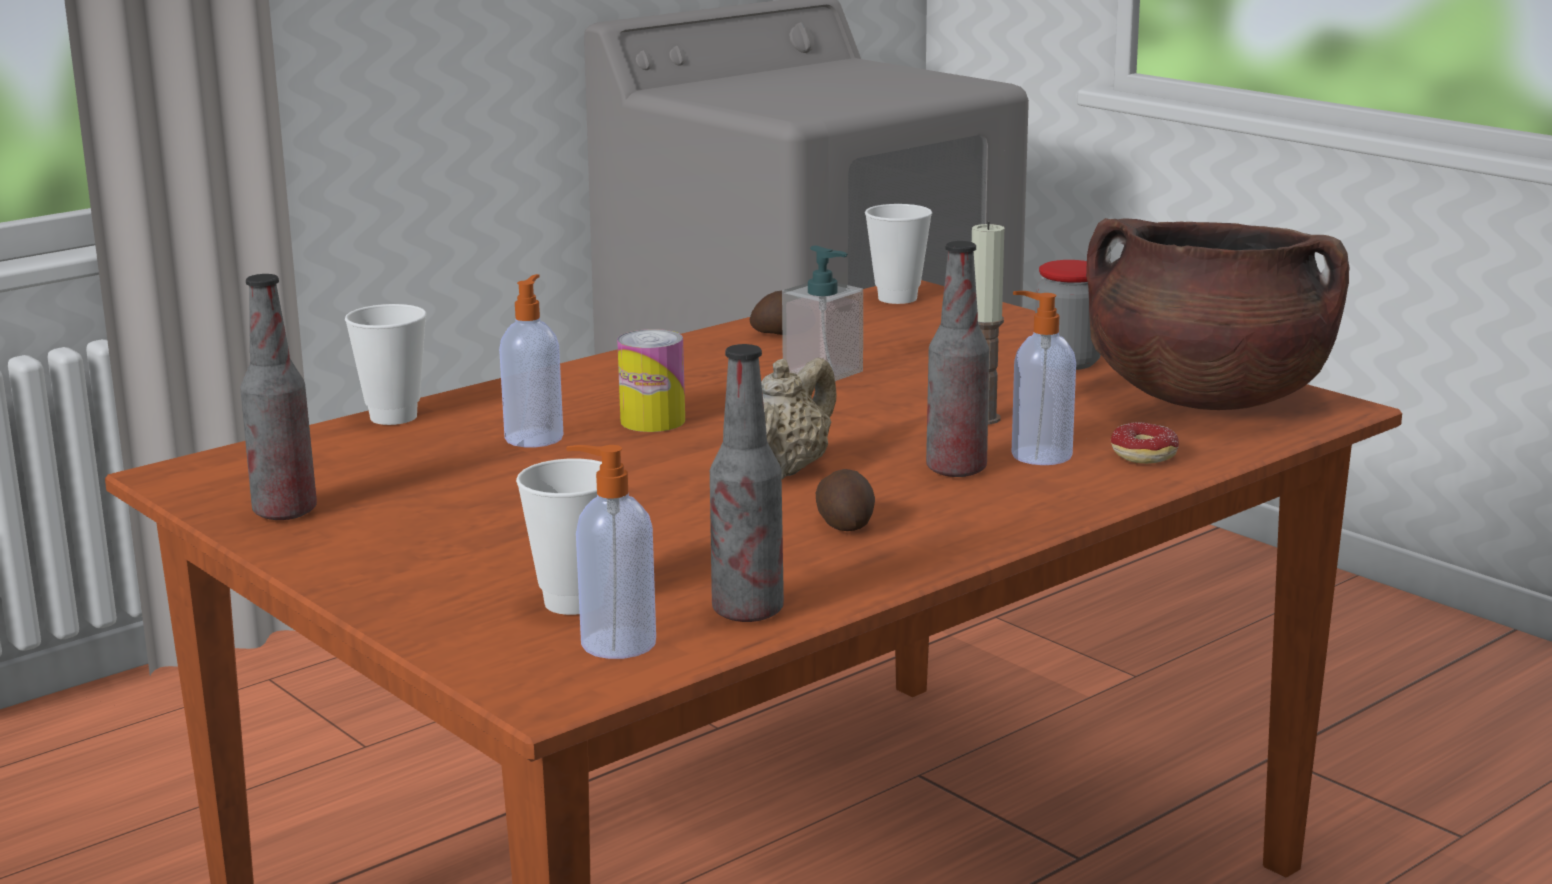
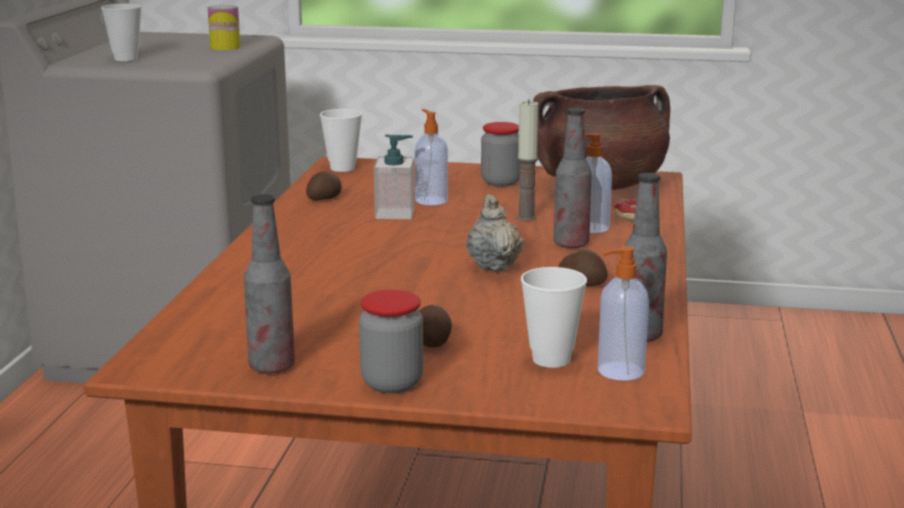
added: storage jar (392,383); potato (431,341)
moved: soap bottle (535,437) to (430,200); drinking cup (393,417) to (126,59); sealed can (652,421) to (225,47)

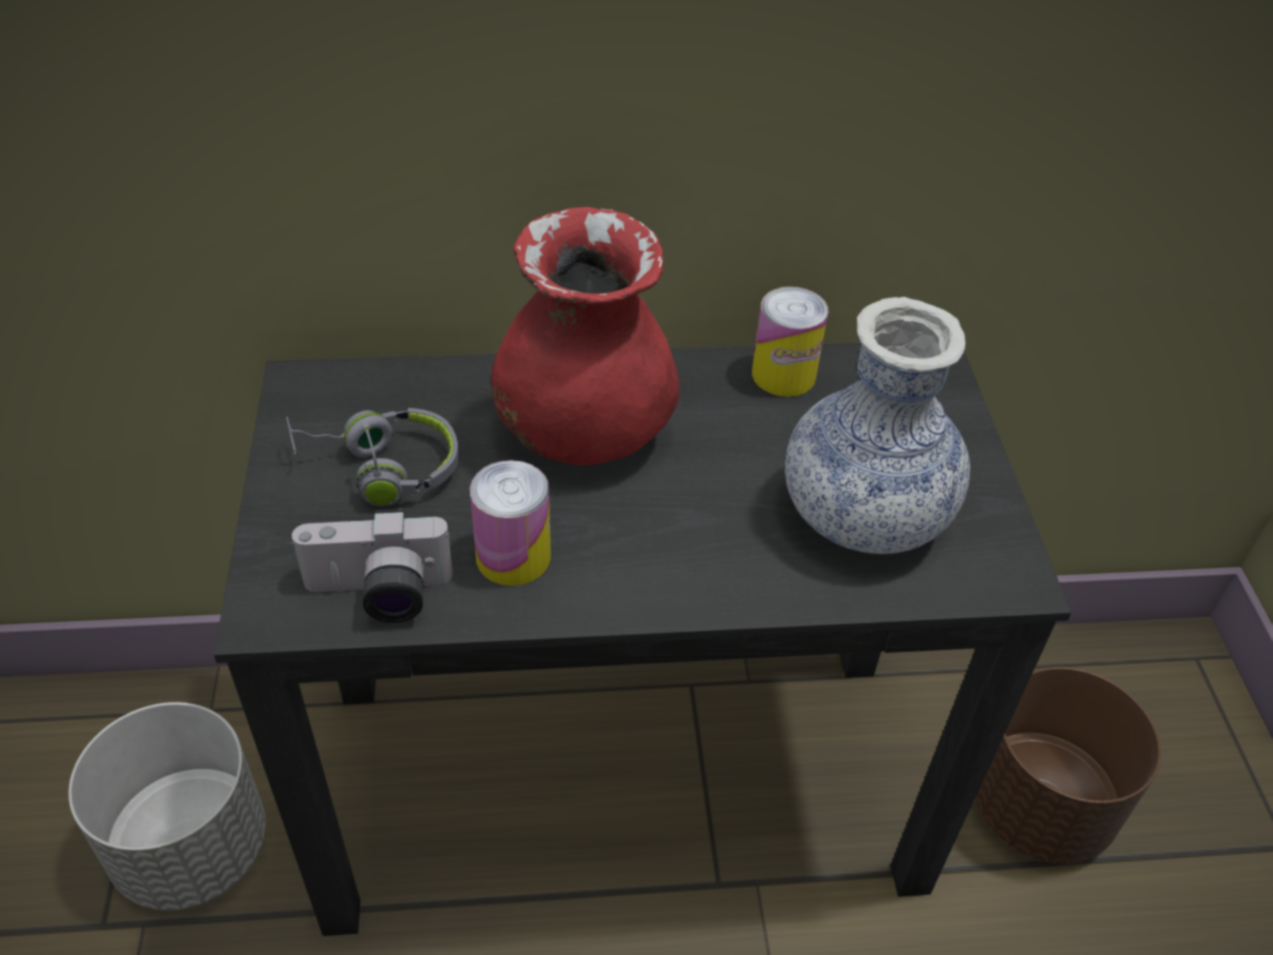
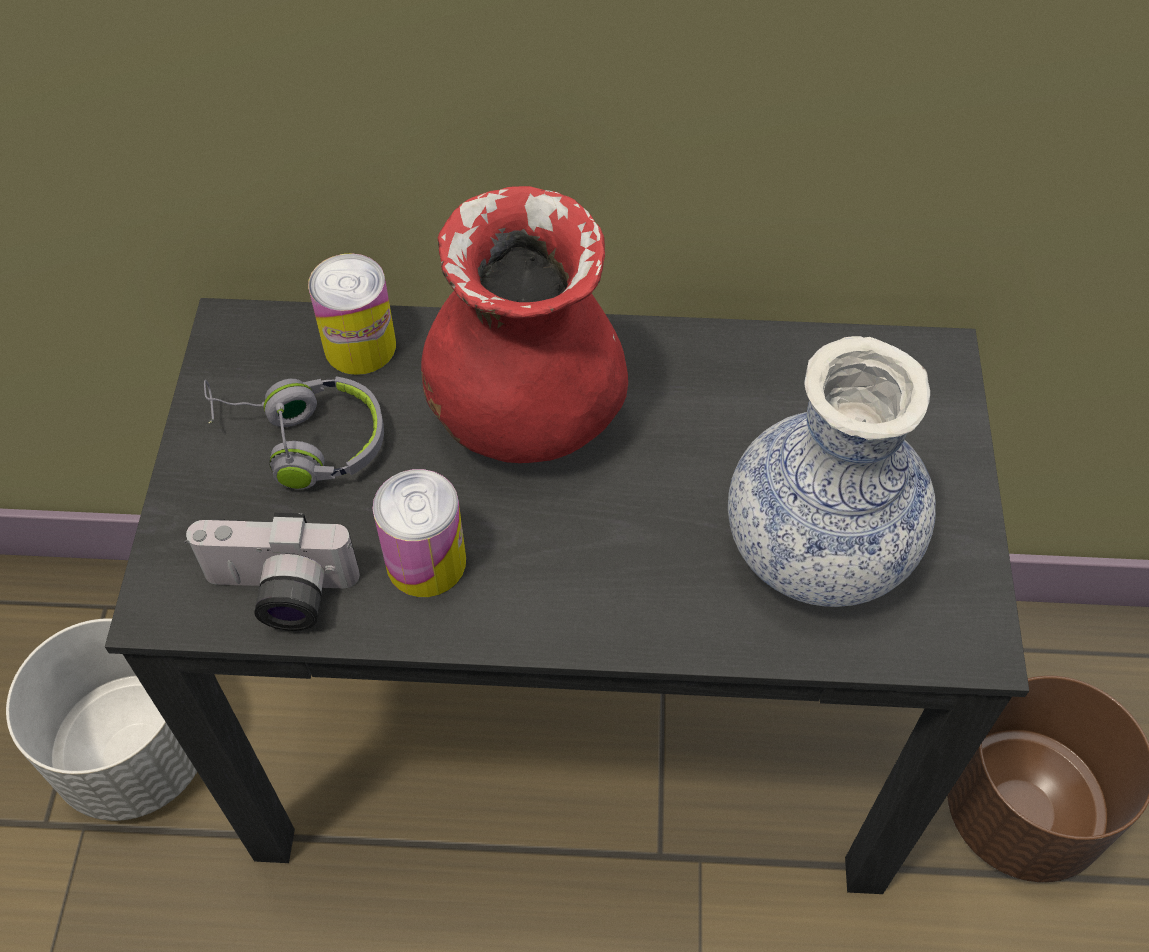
moved: sealed can (783,375) to (360,346)

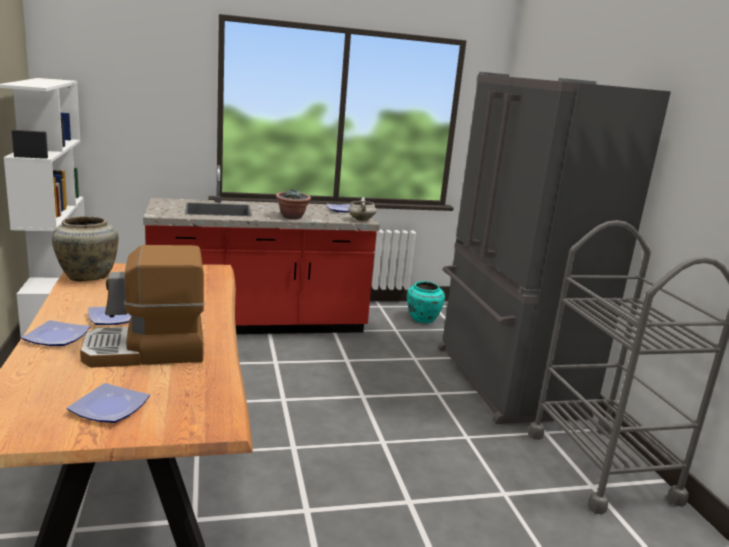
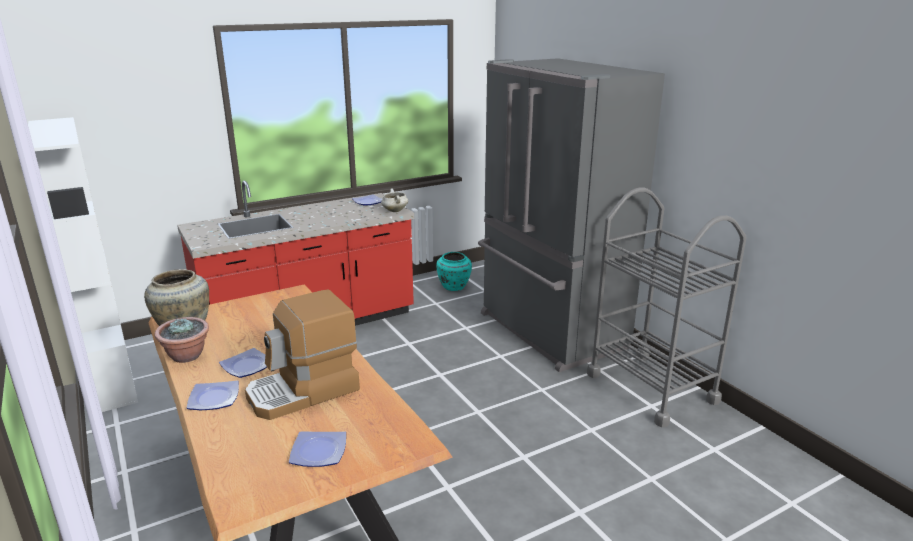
moved: potted plant (292,217) to (187,356)

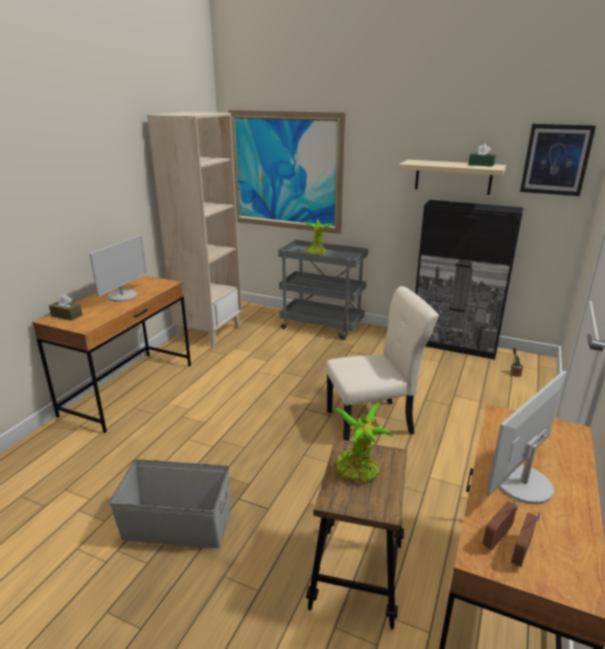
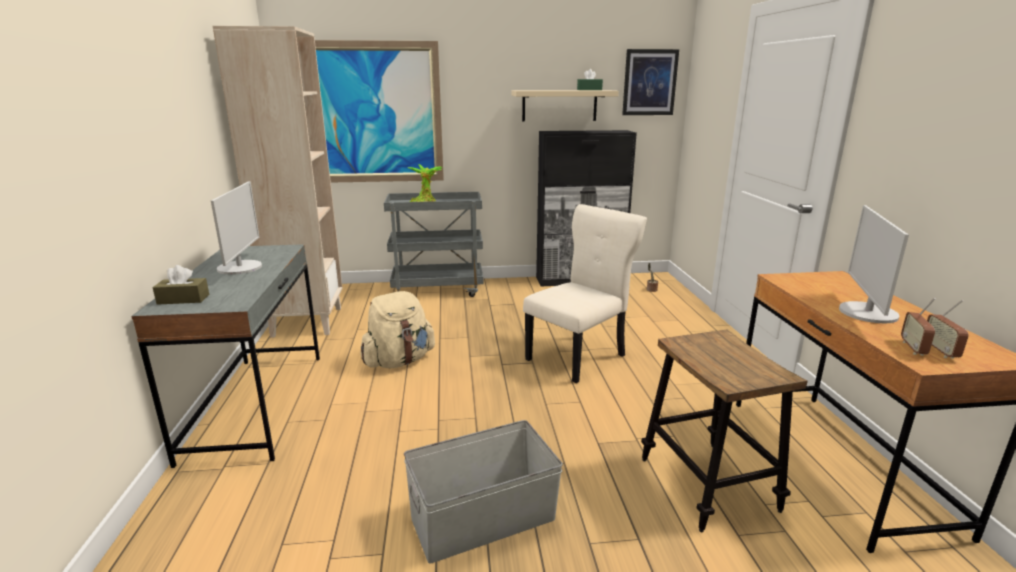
removed: potted plant (358,471)
added: beige backpack (399,361)
recoloured: brown desk unit (129,389) to grey desk unit (258,404)

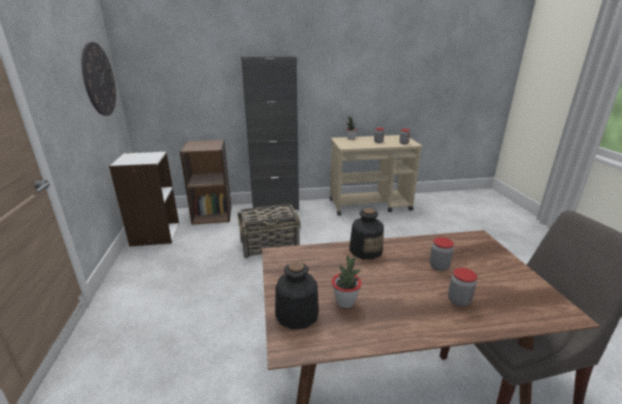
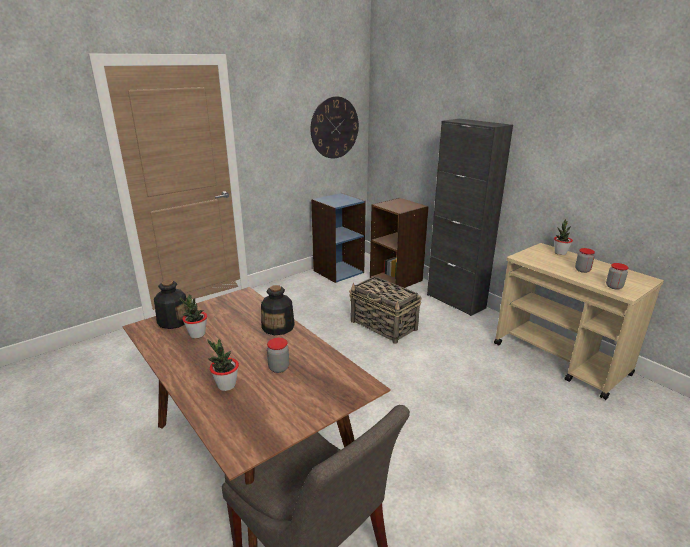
replaced: storage jar (459,300) to potted plant (226,385)
recoloured: white shelving unit (155,234) to blue-coloured shelving unit (338,271)

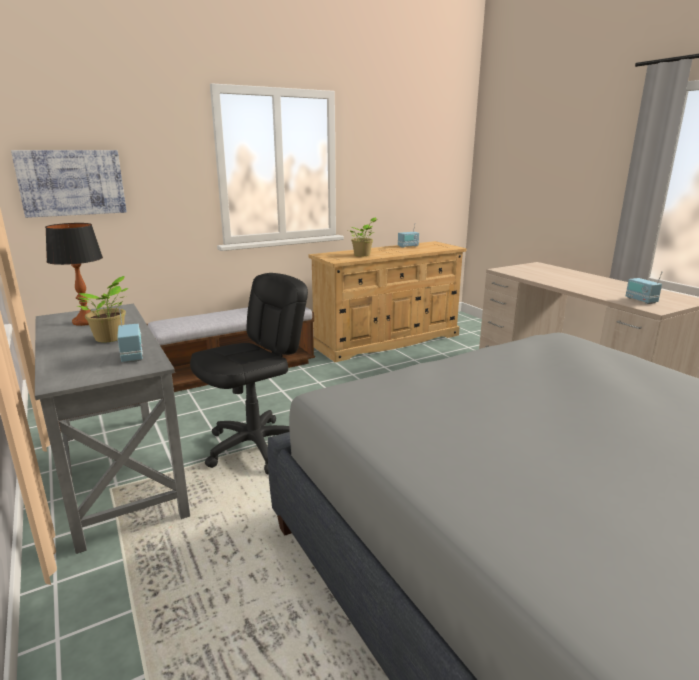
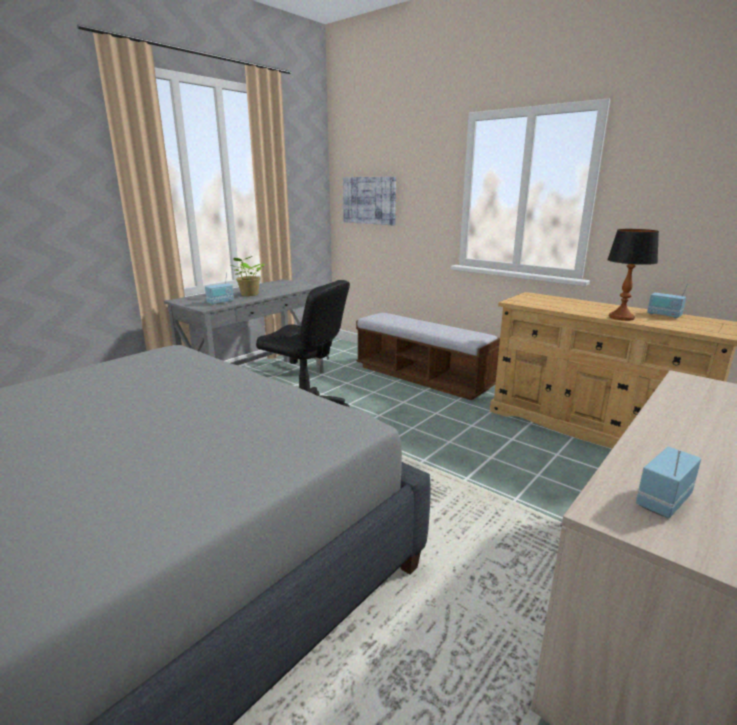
removed: potted plant (363,255)
moved: table lamp (87,321) to (621,317)

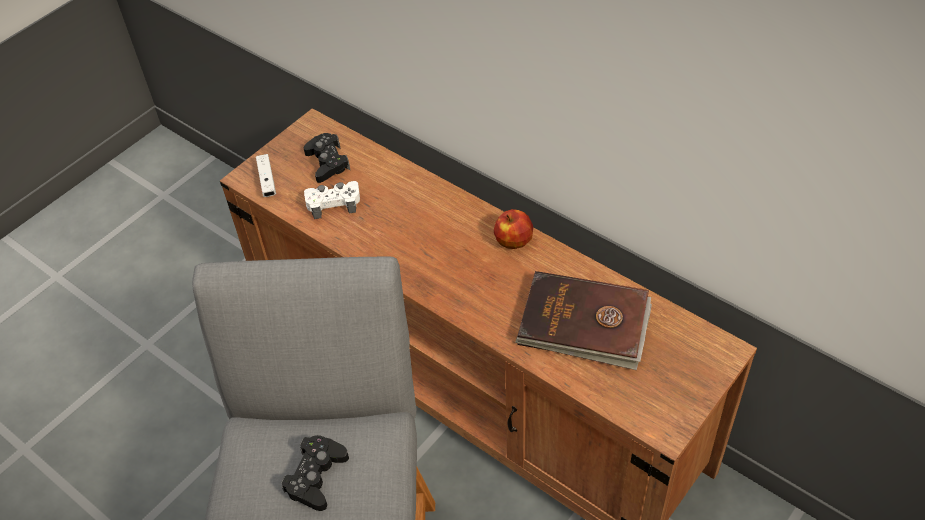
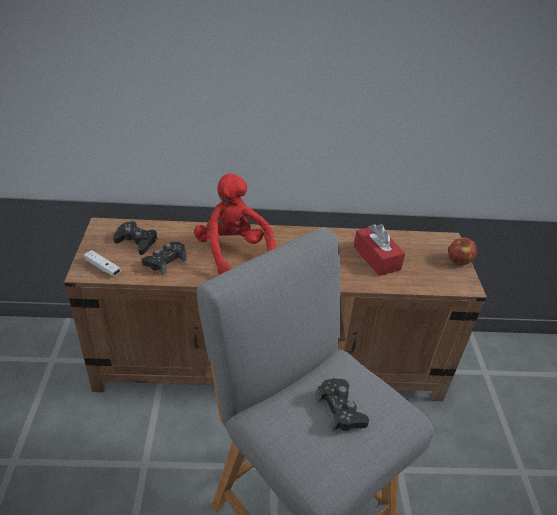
added: red-coloured cuddly toy (233,251)
moved: apple (514,241) to (459,261)
replaced: brown book (584,324) to red-coloured tissue holder (376,258)
recoloured: white game controller (333,203) to black game controller (165,261)

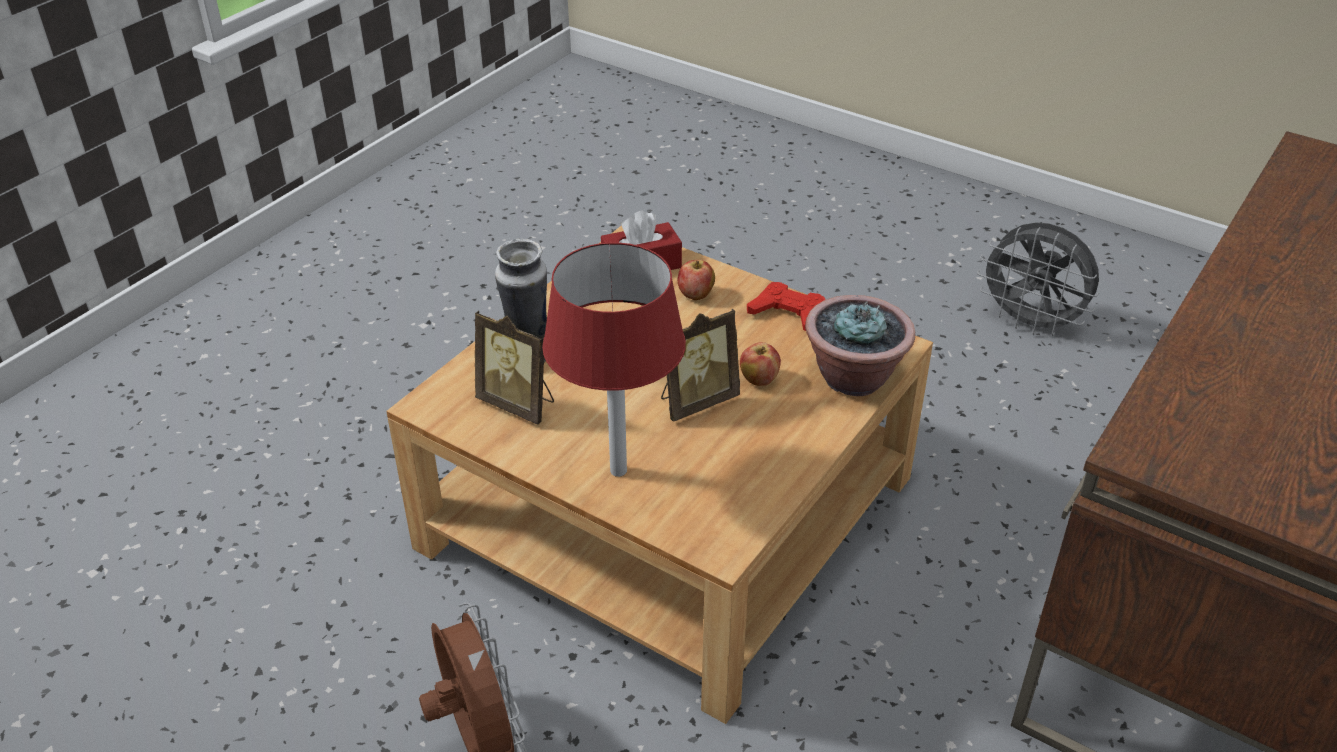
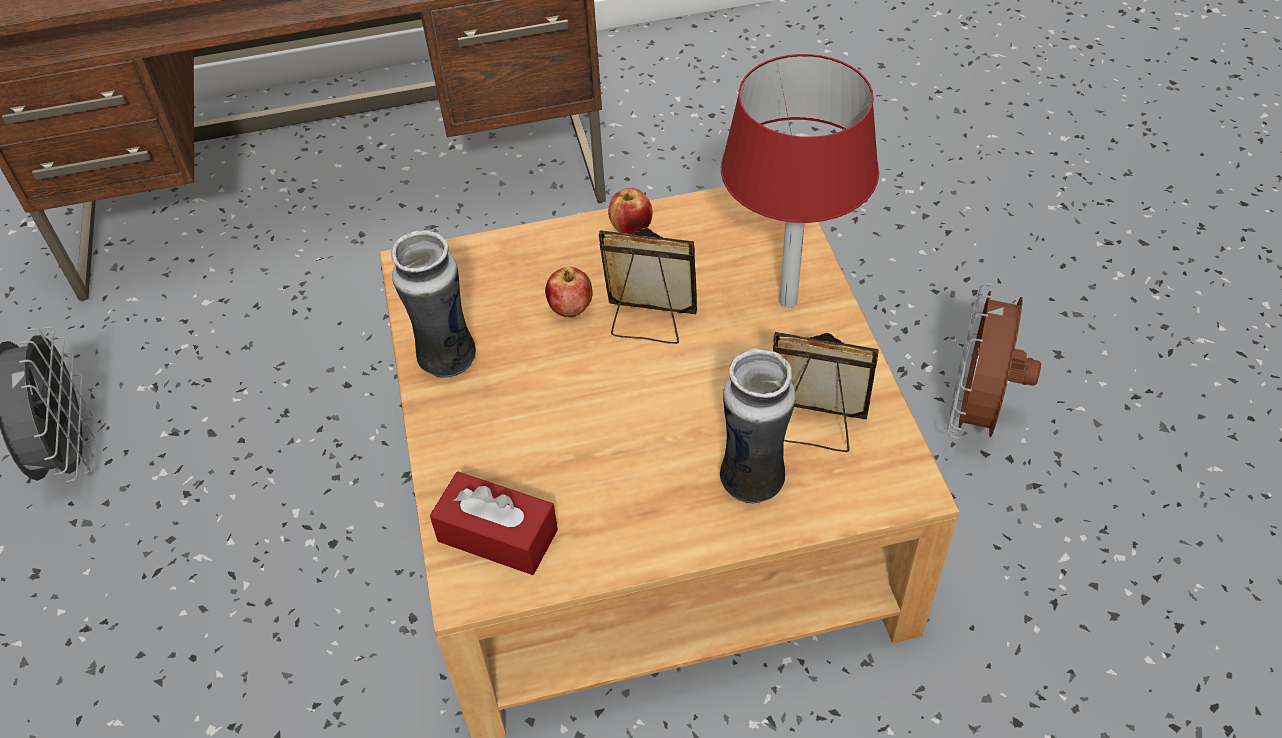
removed: potted plant (854,378)
moved: apple (695,295) to (631,229)
replaced: red-coloured game controller (788,313) to vase (446,361)
turned: standing frame (518,404) = (815,427) 60 degrees counterclockwise

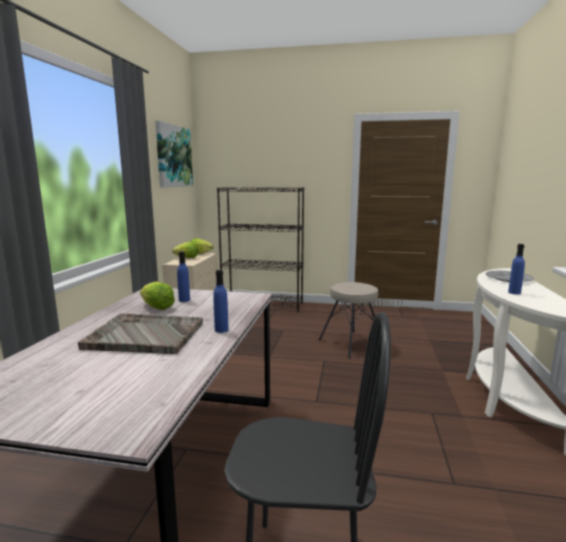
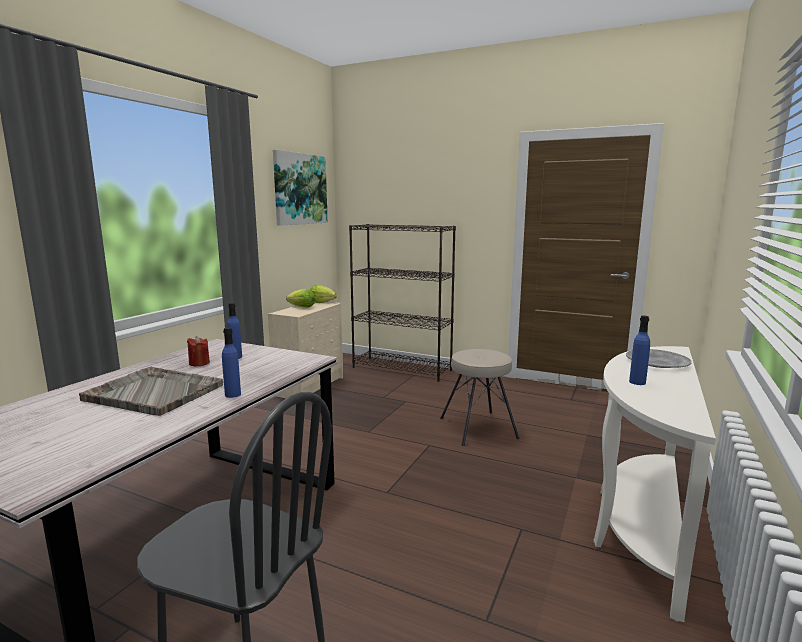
replaced: lettuce (156,307) to red-coloured wax light (199,363)

